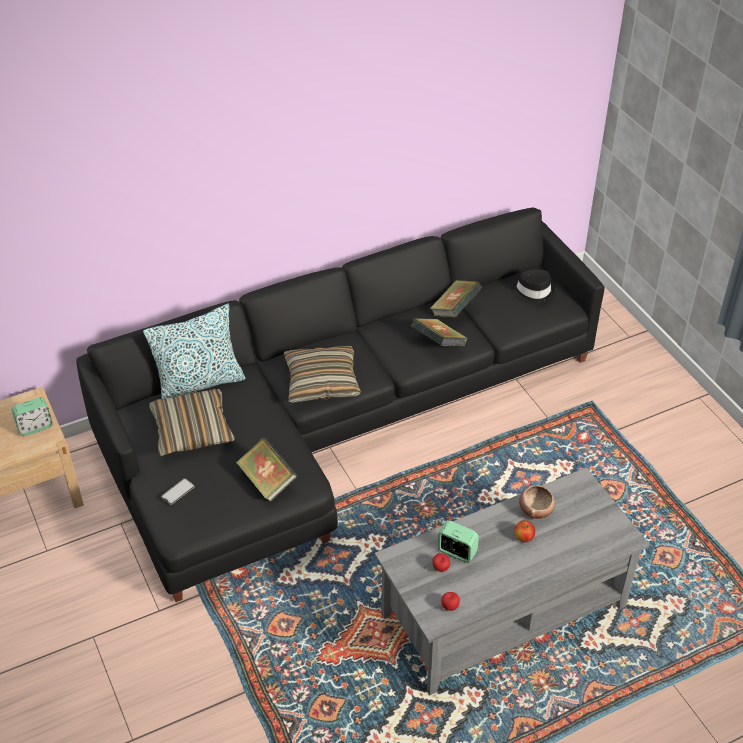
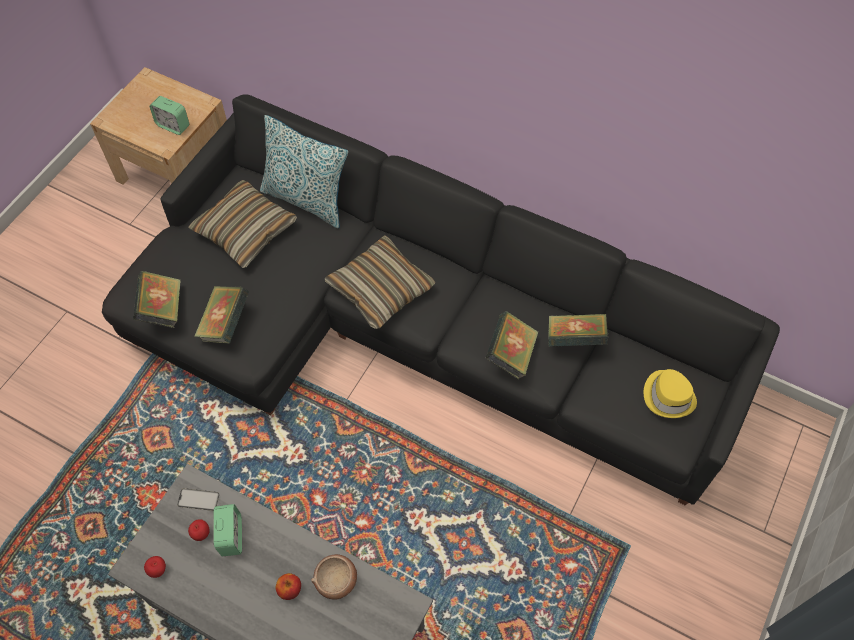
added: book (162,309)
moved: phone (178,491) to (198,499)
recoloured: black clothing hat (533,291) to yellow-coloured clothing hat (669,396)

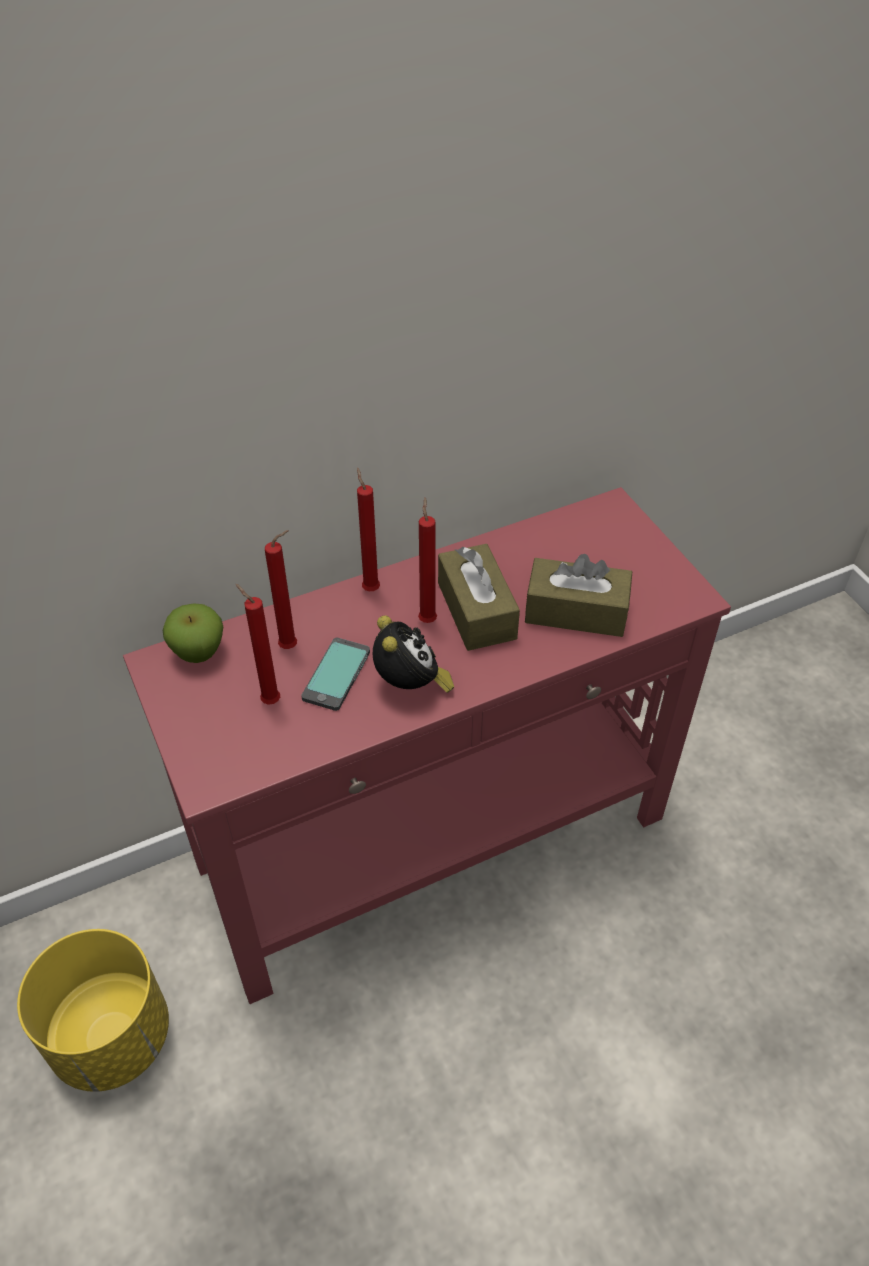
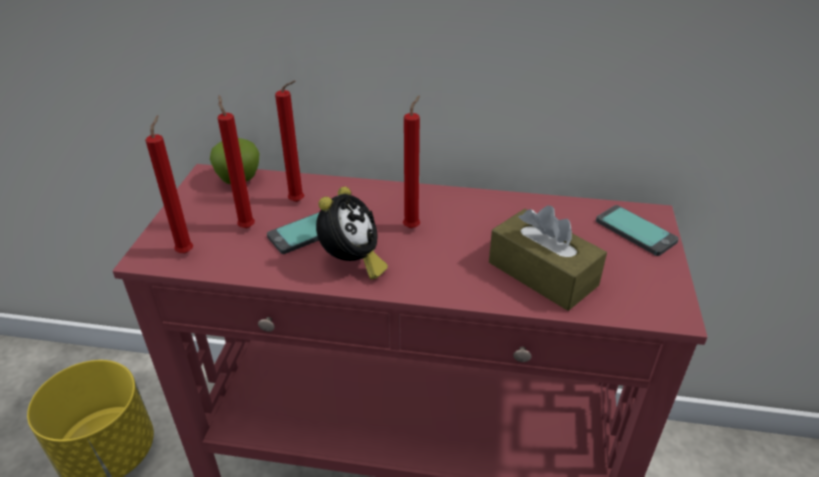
removed: brown tissue holder (476,611)
added: phone (636,231)
moved: red-coloured wax light (370,588) to (187,251)

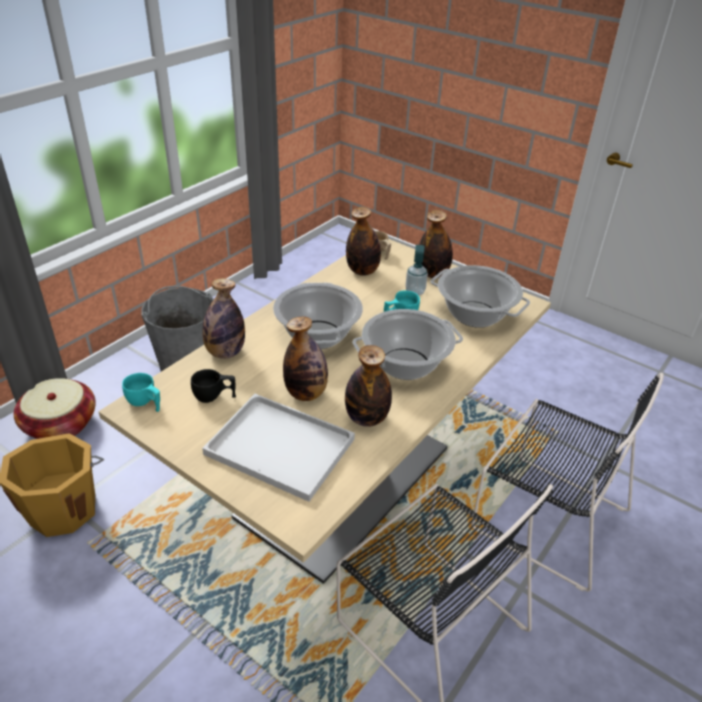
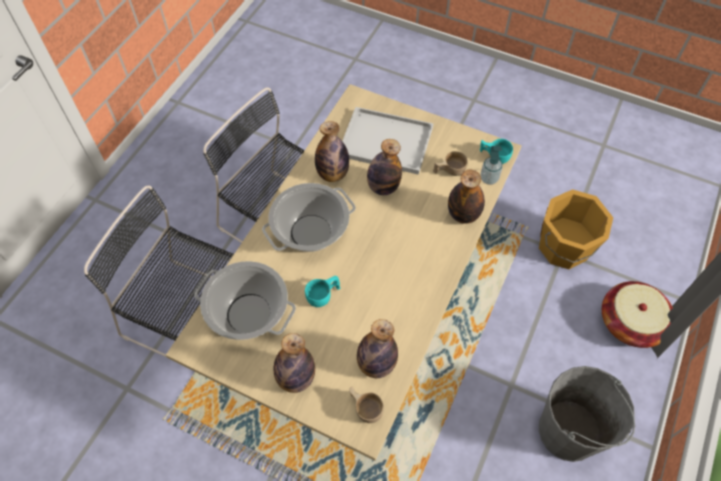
removed: saucepot (317,335)
moved: soap bottle (415,292) to (489,178)
recoloured: black drinking cup (214,397) to beige drinking cup (449,171)

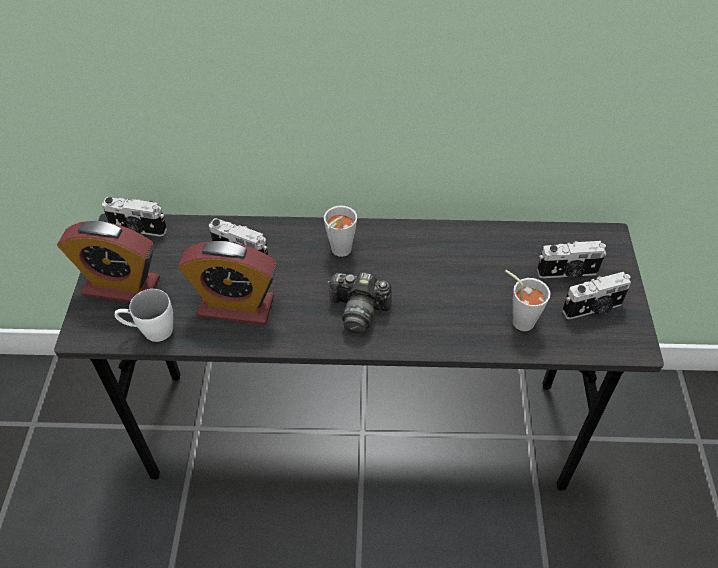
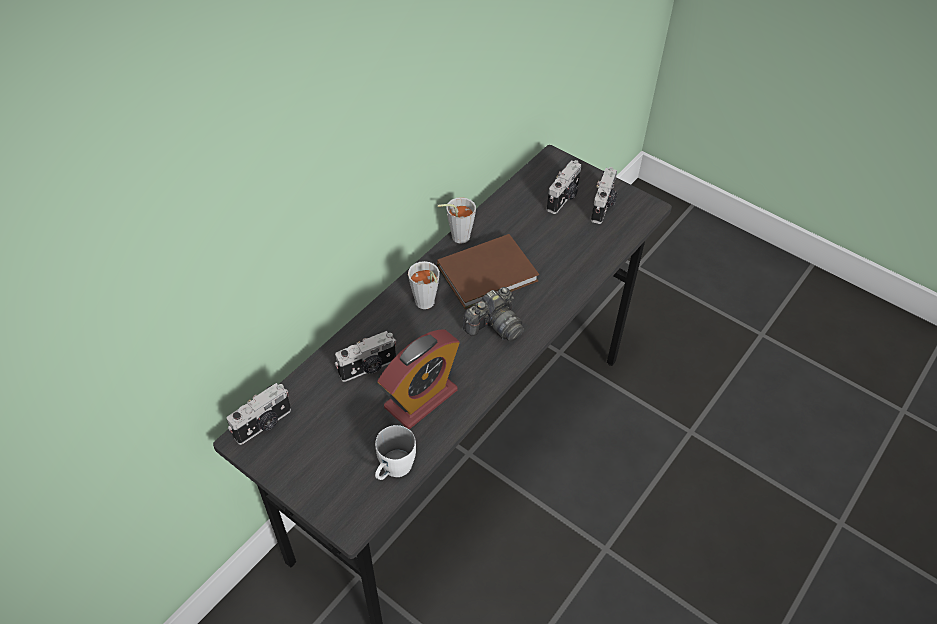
removed: alarm clock (122,286)
added: brown book (490,274)
moved: grey drinking cup (519,319) to (456,237)

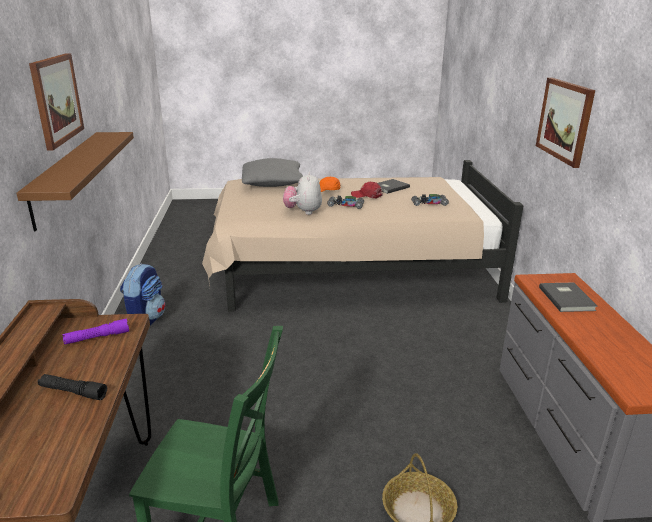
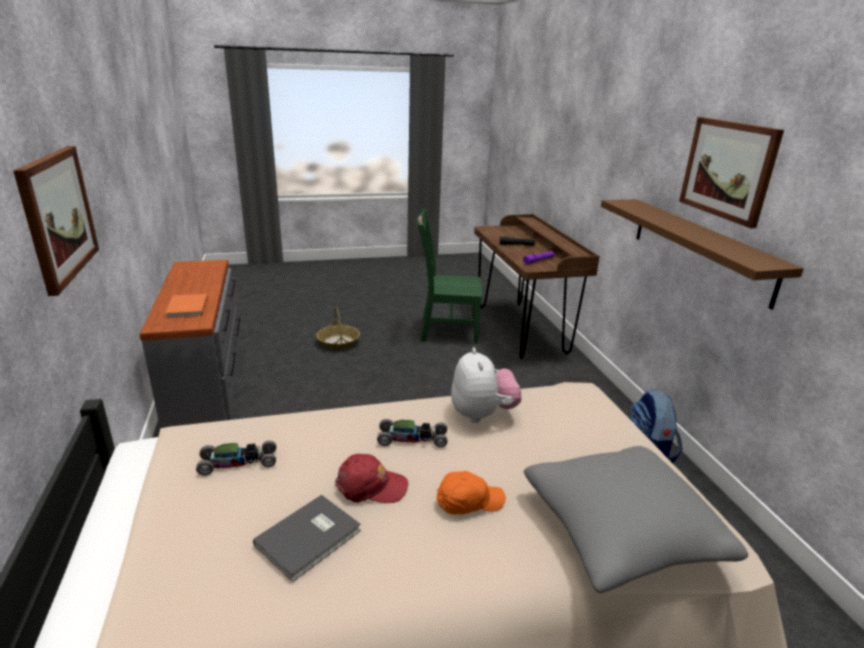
recoloured: grey book (567,298) to orangey book (186,308)

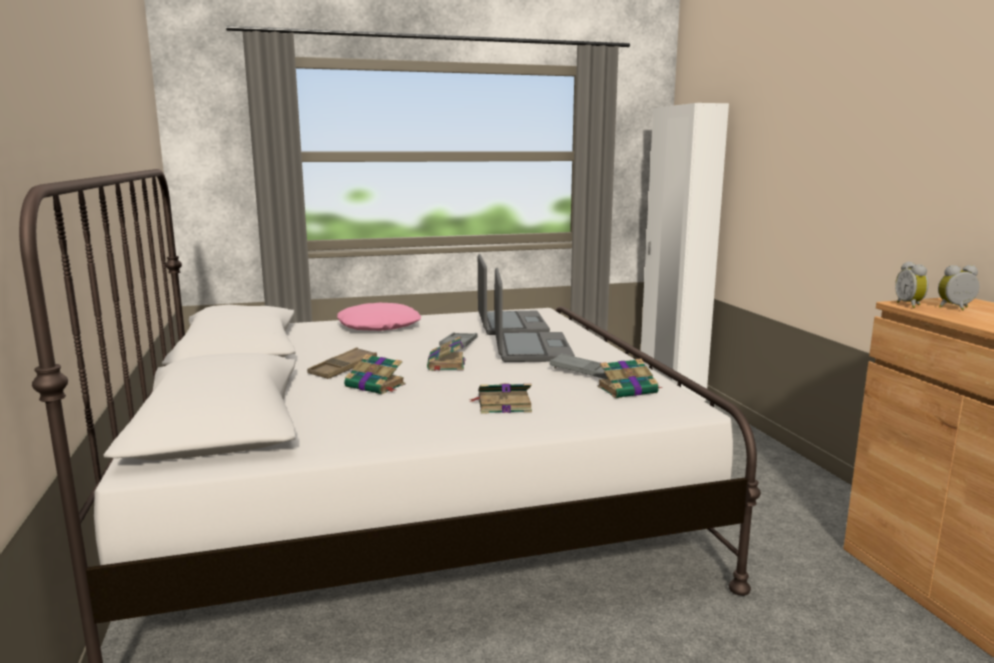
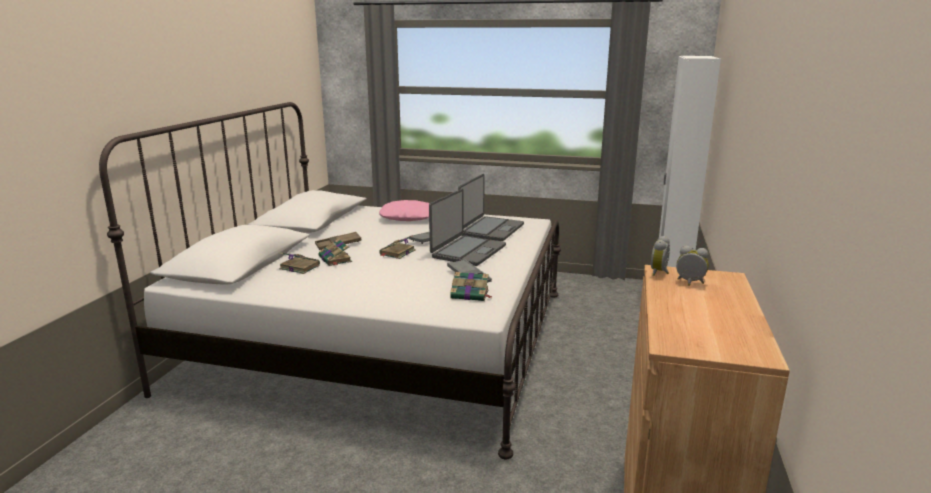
moved: book (502,405) to (299,267)

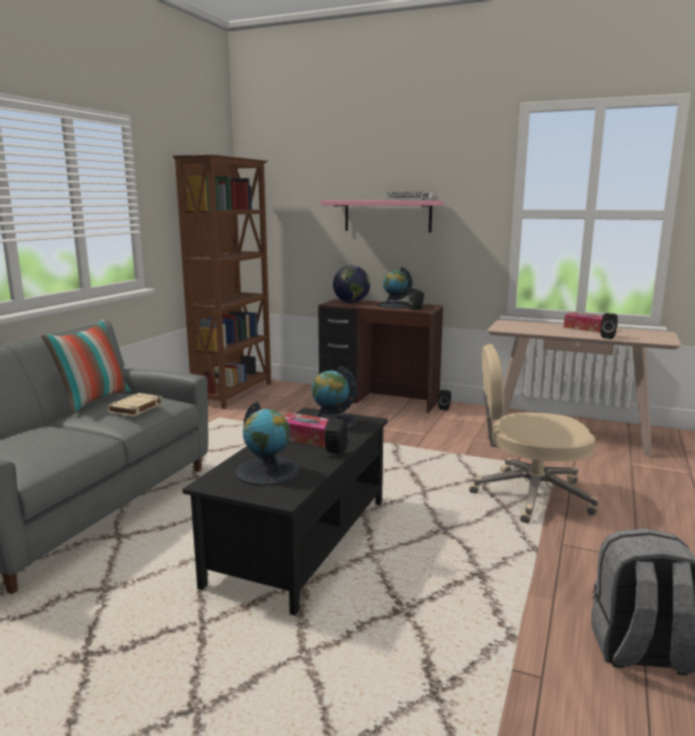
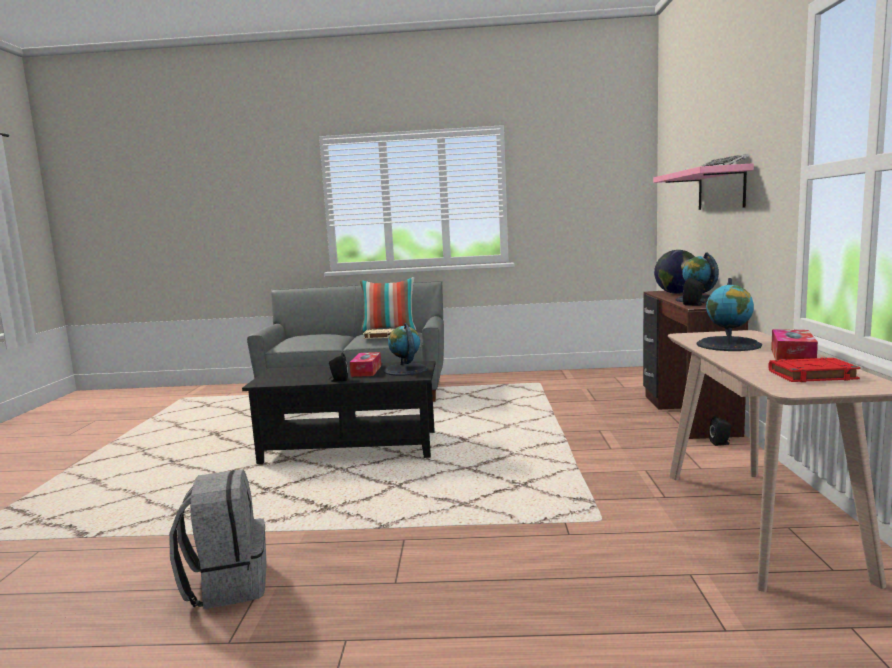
removed: brown shelving unit (235,393); black speaker (608,337); beige office chair (529,495)
added: red-coloured book (811,375)
moved: desk globe (268,471) to (729,345)

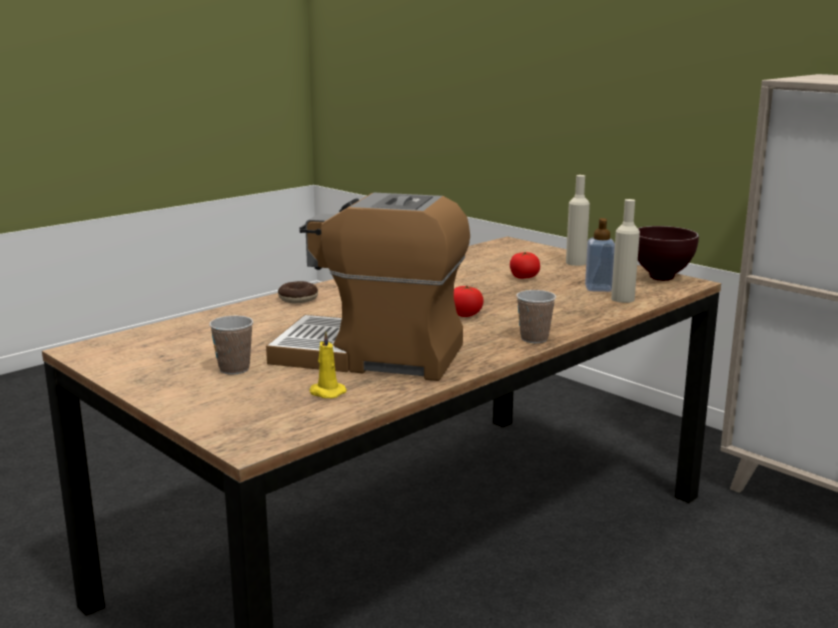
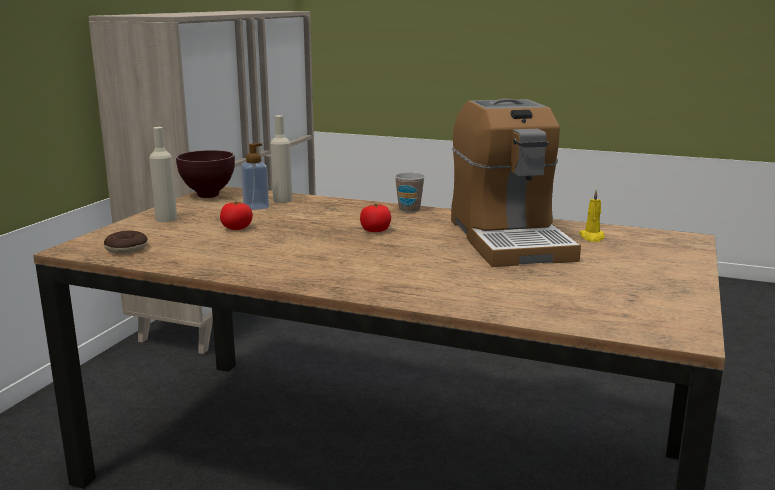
removed: drinking cup (234,369)
moved: ring doughnut (298,299) to (126,249)

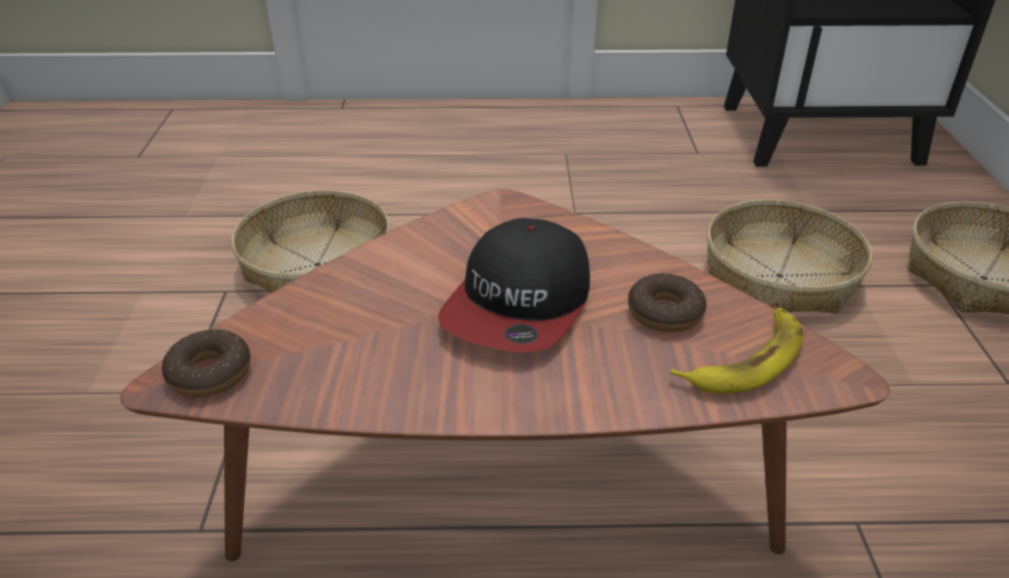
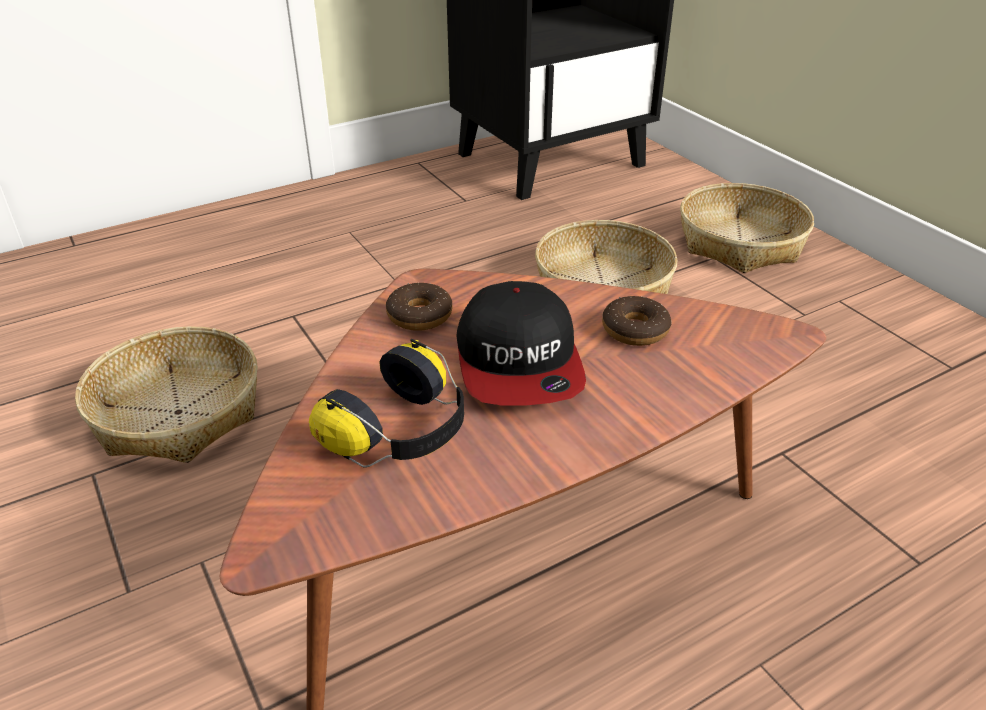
removed: banana (746,360)
added: headphones (402,432)
moved: ring doughnut (210,373) to (419,315)

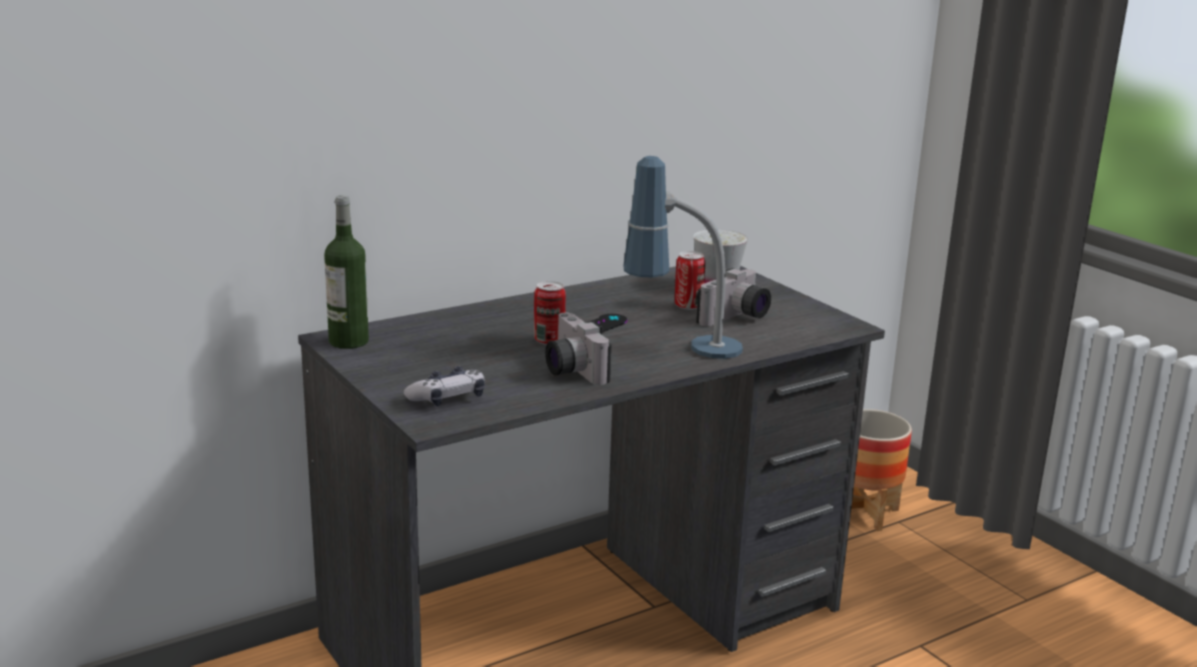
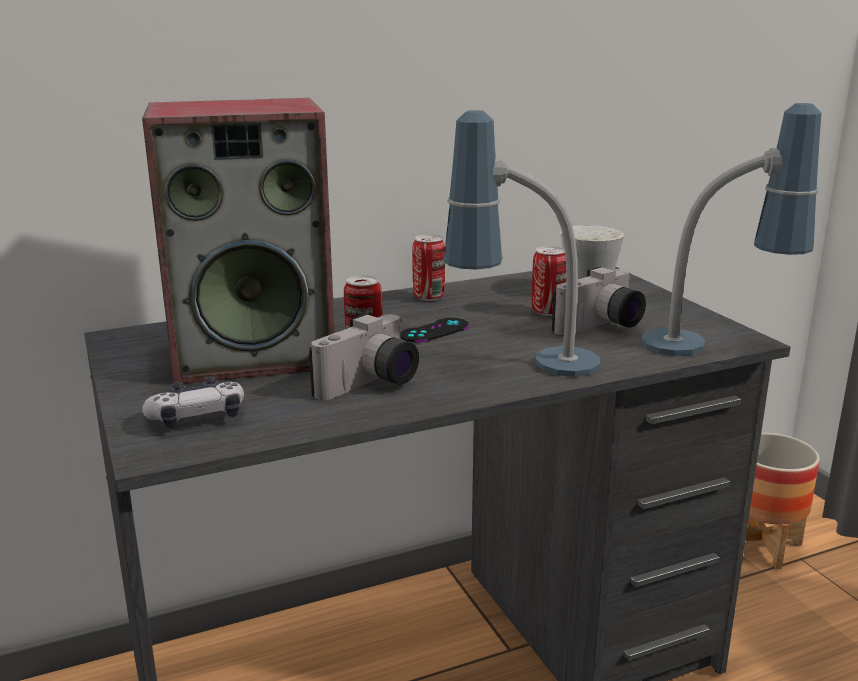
removed: bottle (348,341)
added: speaker (255,352); table lamp (717,346); sealed can (428,297)
turned: still camera (569,370) = (371,385) 120 degrees counterclockwise

